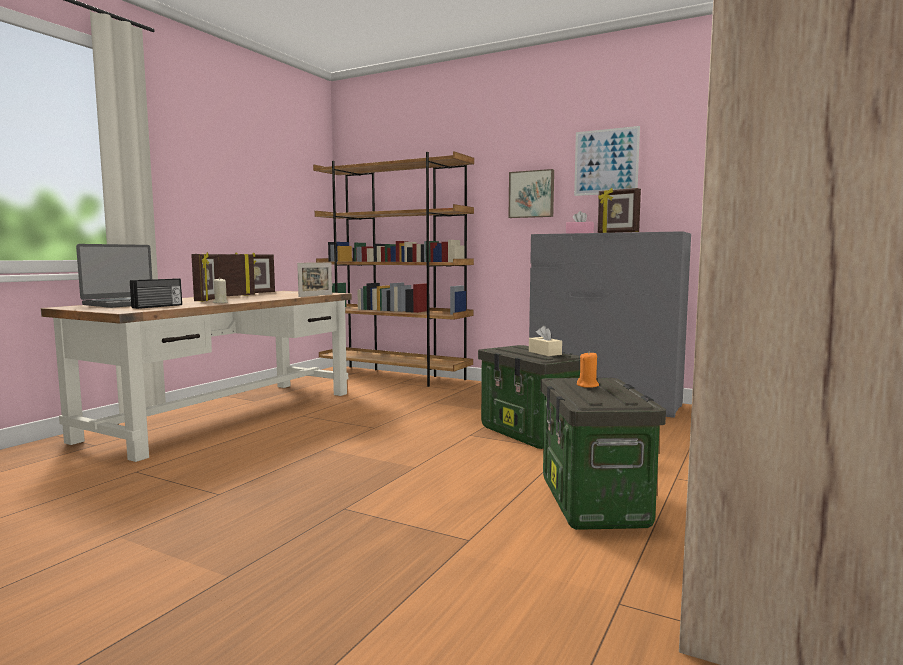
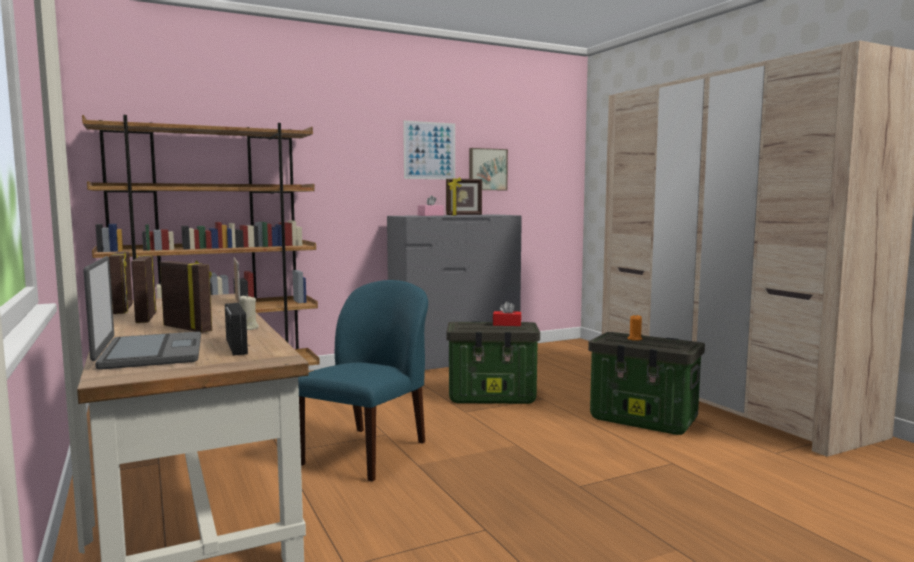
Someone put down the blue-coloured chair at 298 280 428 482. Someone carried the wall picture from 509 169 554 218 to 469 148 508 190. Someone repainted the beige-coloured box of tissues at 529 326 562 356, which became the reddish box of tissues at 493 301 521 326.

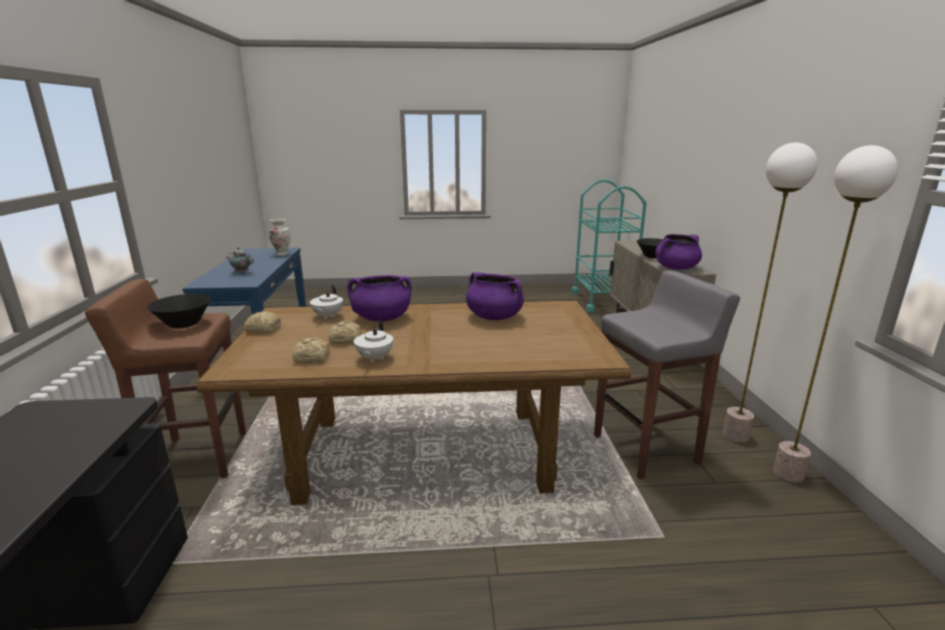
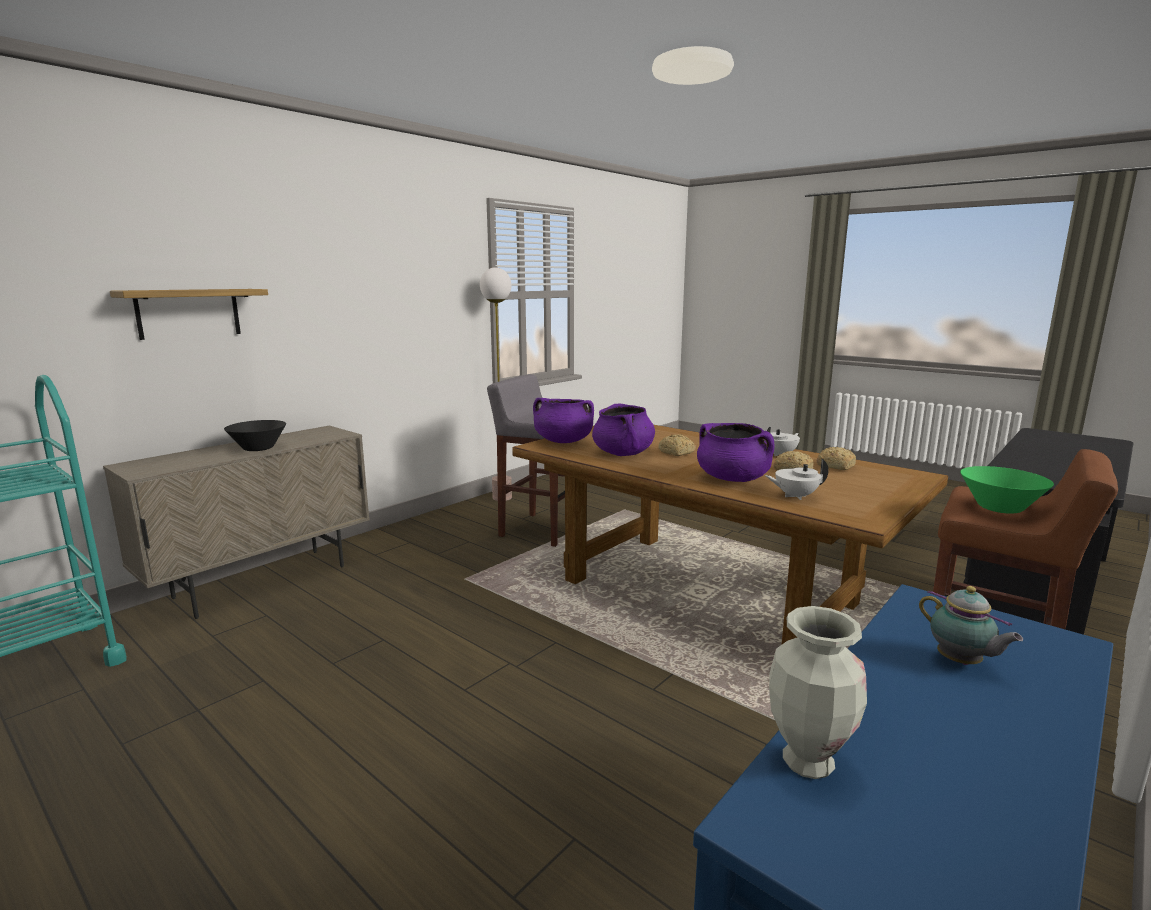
Someone took away the standard lamp at 722 142 818 443. Someone put up the bracket shelf at 110 289 268 340. Someone carried the bread from 244 312 281 333 to 658 434 696 456. Someone carried the purple saucepot from 655 234 702 270 to 533 398 594 443. Someone repainted the black bowl at 147 294 211 328, which became the greenish bowl at 960 466 1054 514. Someone rotated the white-coloured pot for tea at 310 285 343 320 by 150 degrees counterclockwise.

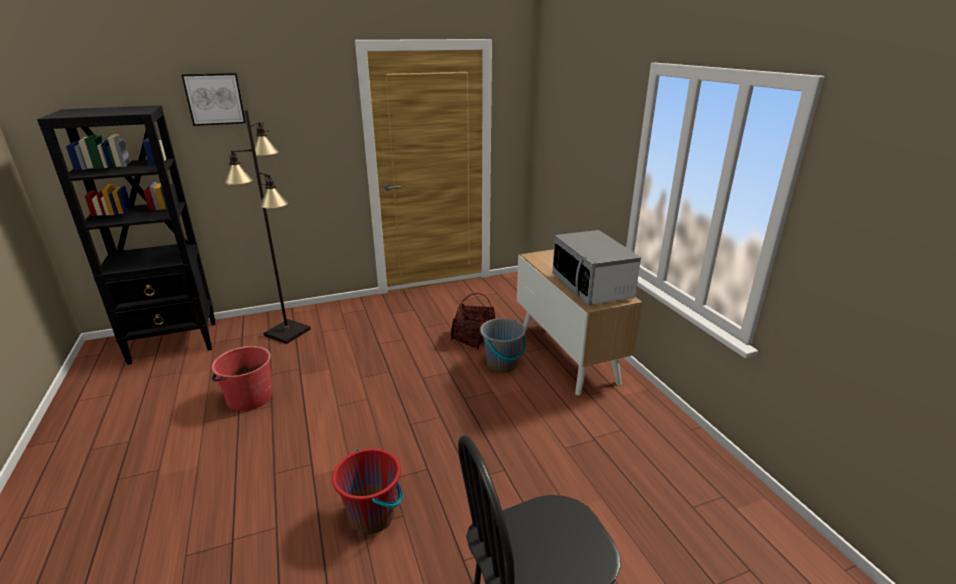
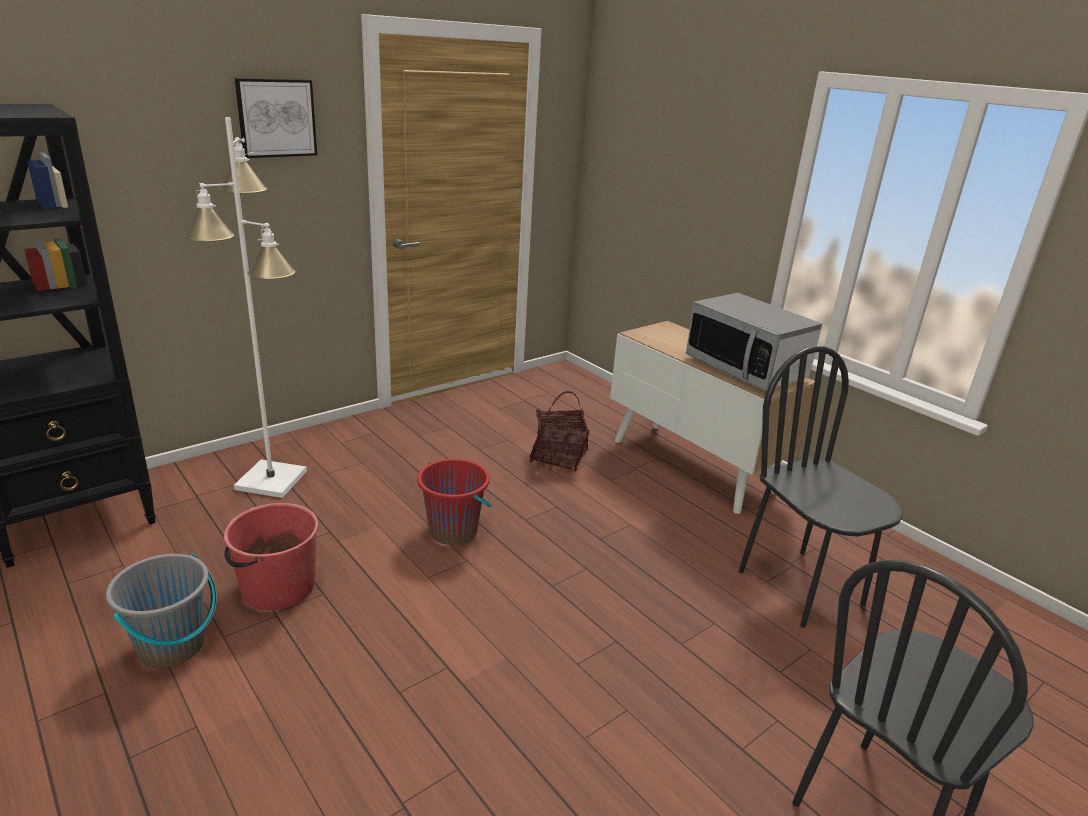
Someone put down the black chair at 739 346 903 628. Someone carried the wall picture from 182 73 246 126 to 234 78 317 158. Someone carried the reddish pail from 332 448 402 534 to 417 459 491 545. Someone carried the grey pail from 480 318 526 373 to 106 554 217 668. Someone repainted the black standard lamp at 223 110 311 344, which became the white-coloured standard lamp at 184 117 307 498.

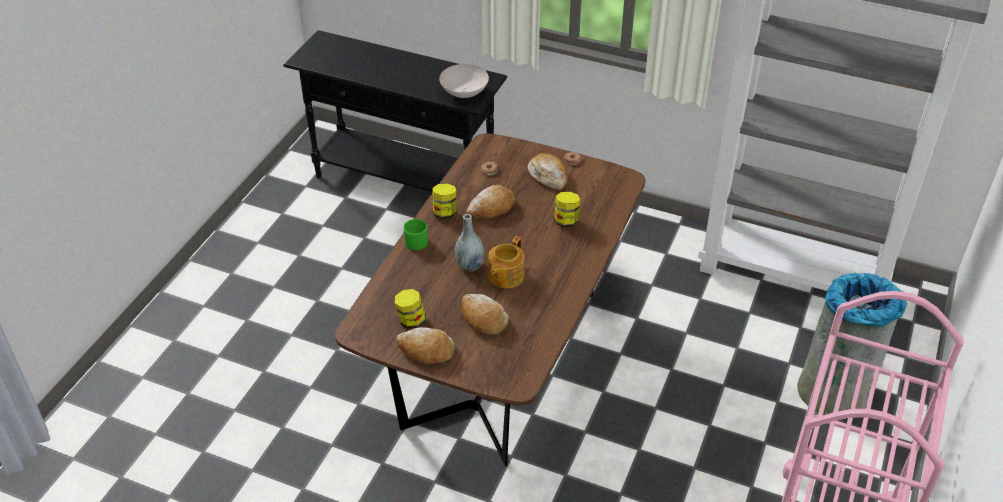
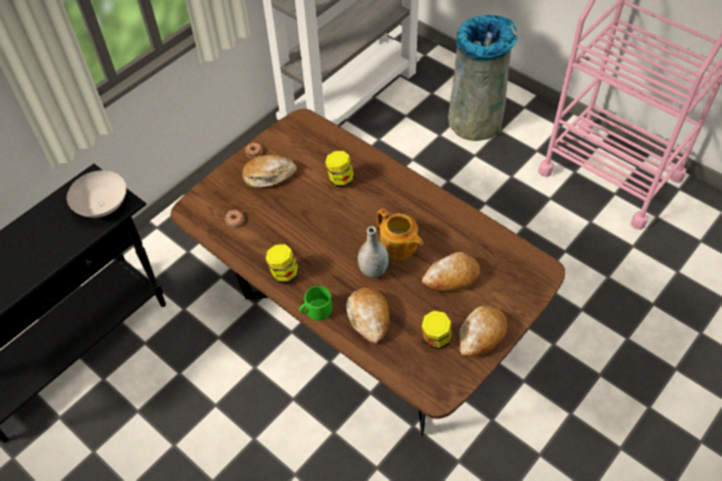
Someone carried the bread from 467 185 515 218 to 346 288 390 343.

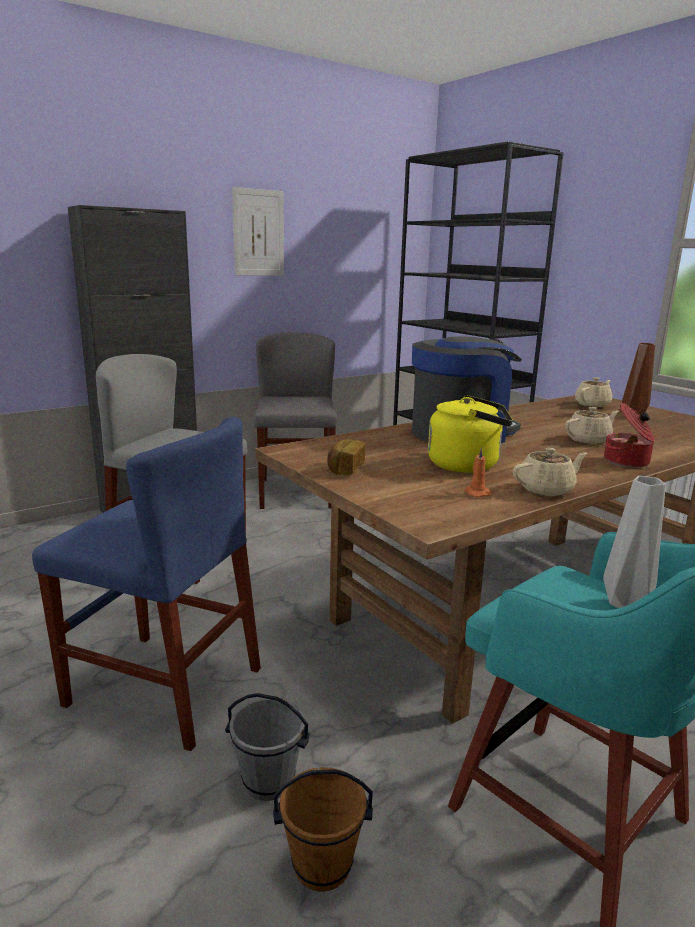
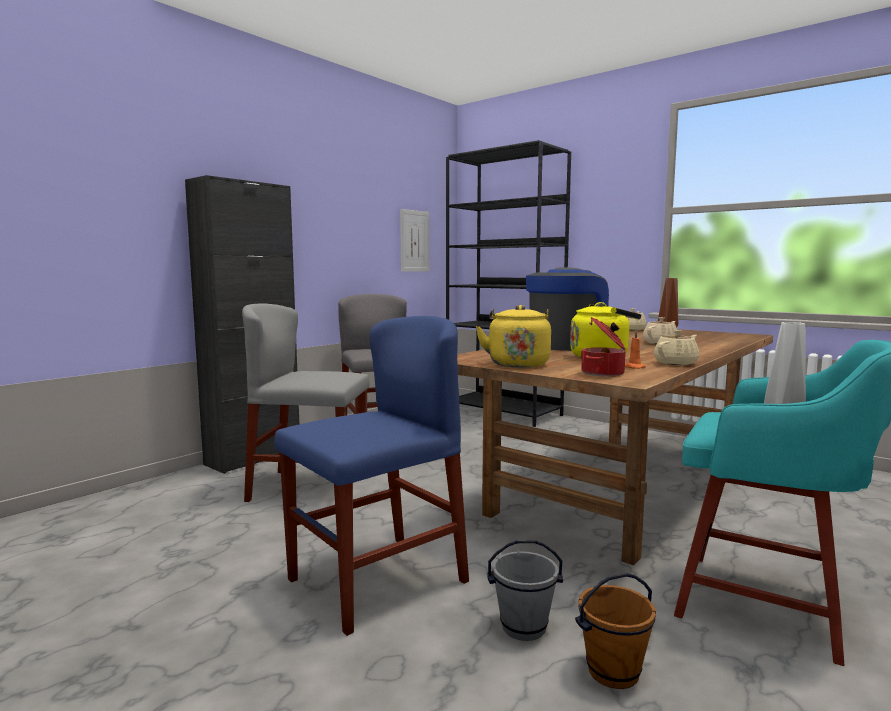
Someone carried the wall picture from 232 187 284 275 to 400 209 429 272. Someone carried the saucepot from 604 403 654 468 to 581 317 626 377. Someone swapped the bread at 327 439 365 475 for the yellow kettle at 476 305 551 368. Someone rotated the blue-coloured chair at 32 416 261 751 by 45 degrees counterclockwise.

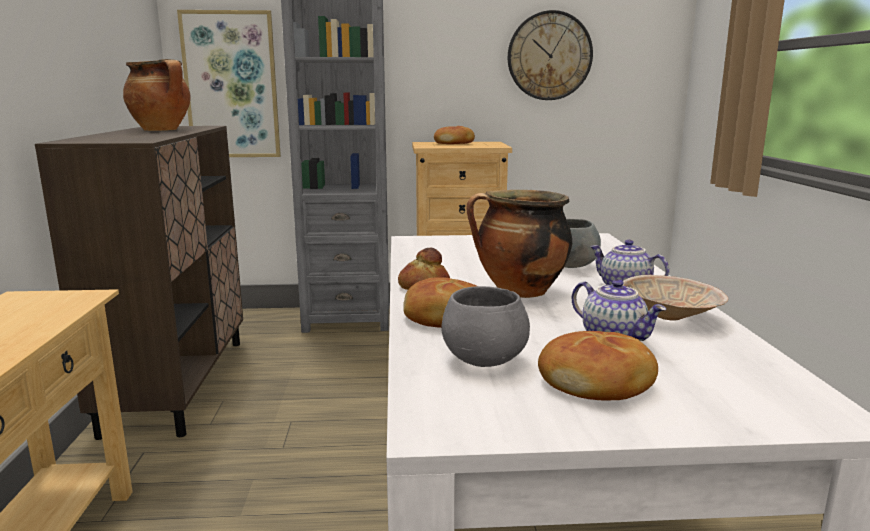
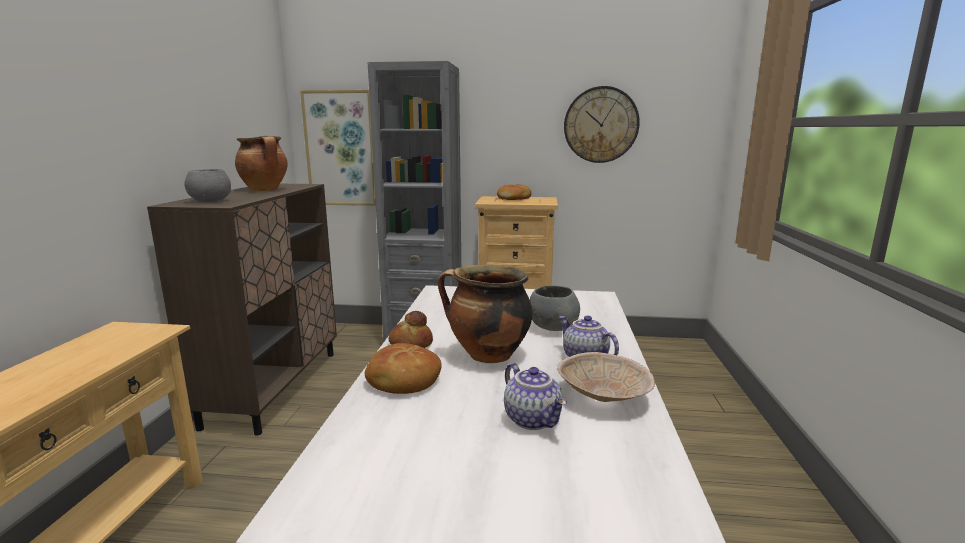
Someone took away the bread at 538 331 658 400. Someone carried the grey bowl from 441 286 530 367 to 184 169 231 202.

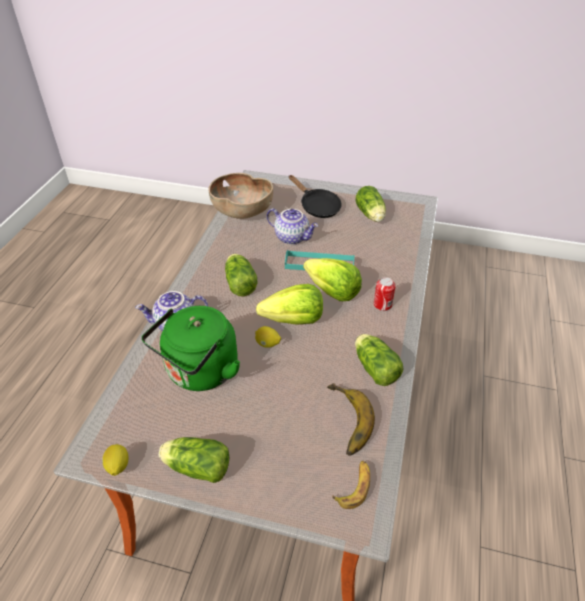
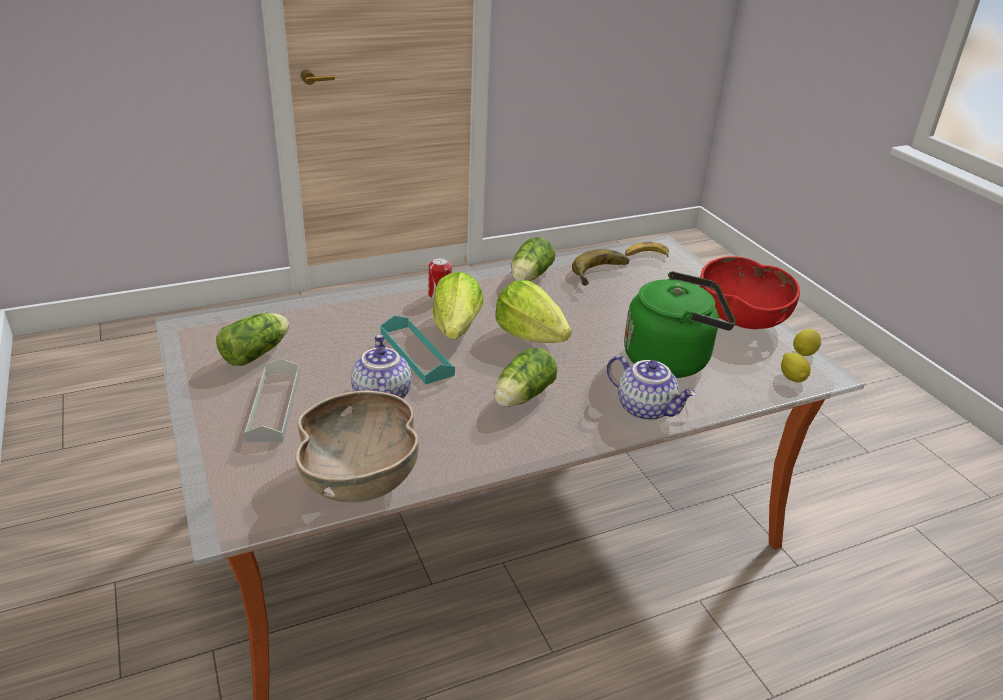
Someone carried the lemon from 255 326 281 348 to 781 353 811 383. Someone swapped the head of lettuce at 159 437 229 483 for the reddish bowl at 699 256 800 329. Someone swapped the black pan at 289 175 342 218 for the grey carrying tray at 244 358 300 443.

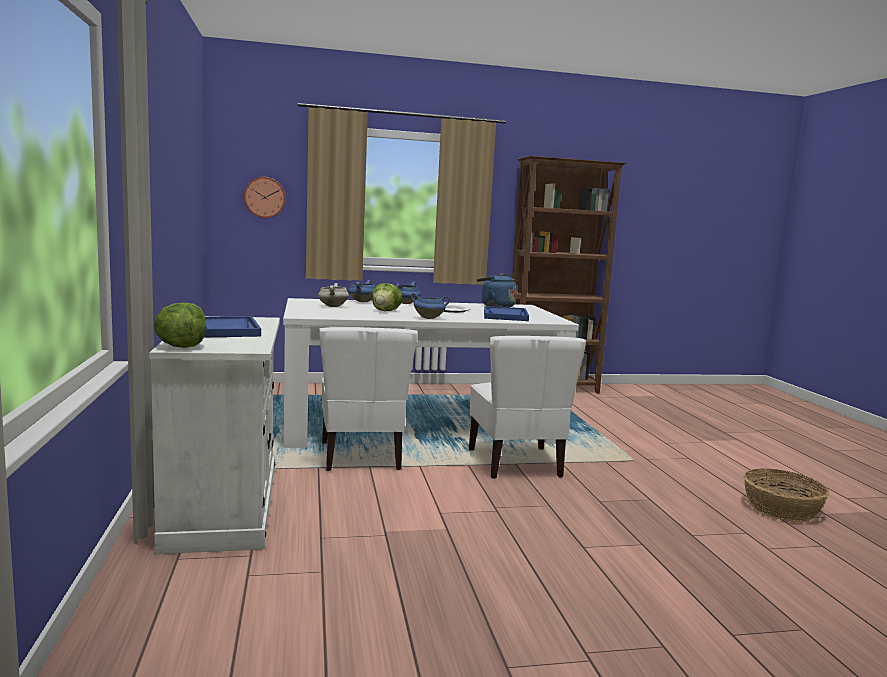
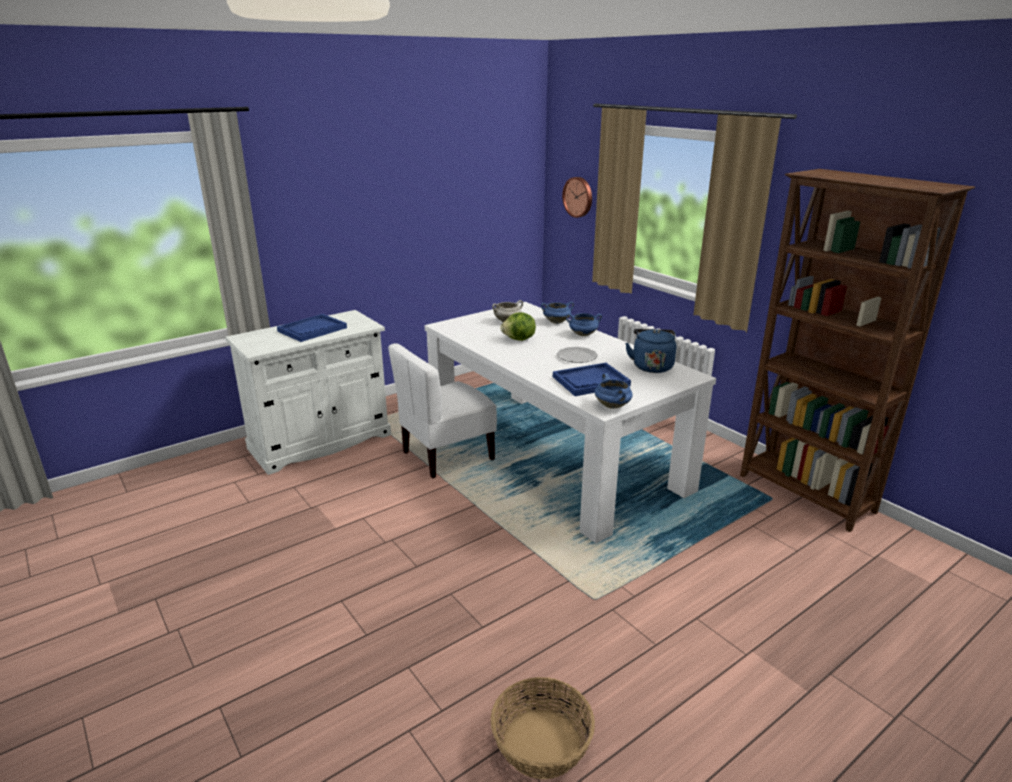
Someone took away the head of lettuce at 154 302 206 348. Someone took away the white-coloured chair at 469 336 586 479. Someone carried the blue-coloured saucepot from 411 293 450 319 to 595 373 633 409.

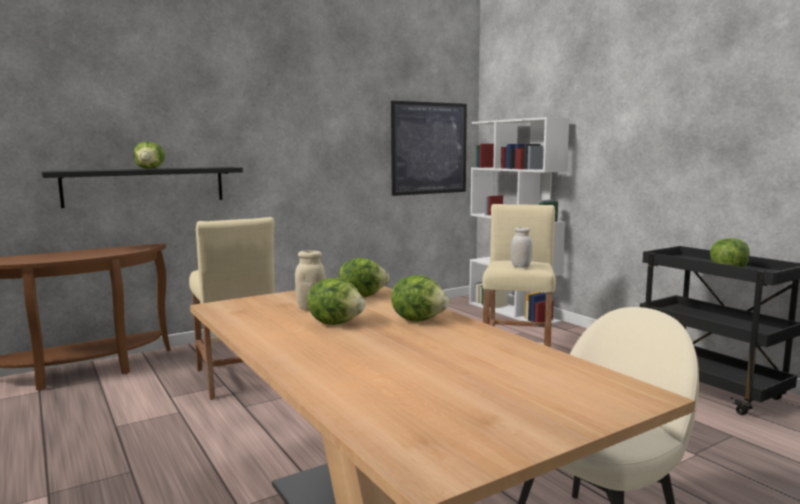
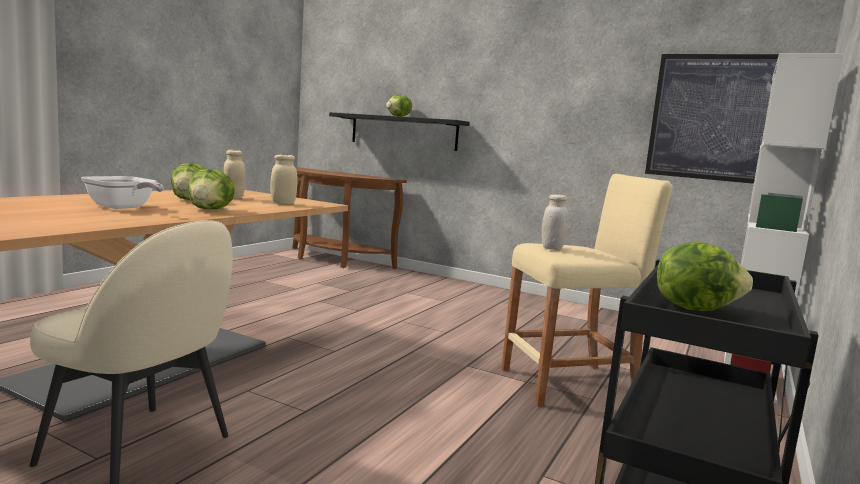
Someone took away the beige-coloured stool at 189 217 275 400. Someone put down the pan at 81 176 164 209. Someone swapped the head of lettuce at 339 258 390 297 for the beige-coloured storage jar at 270 155 298 204.

